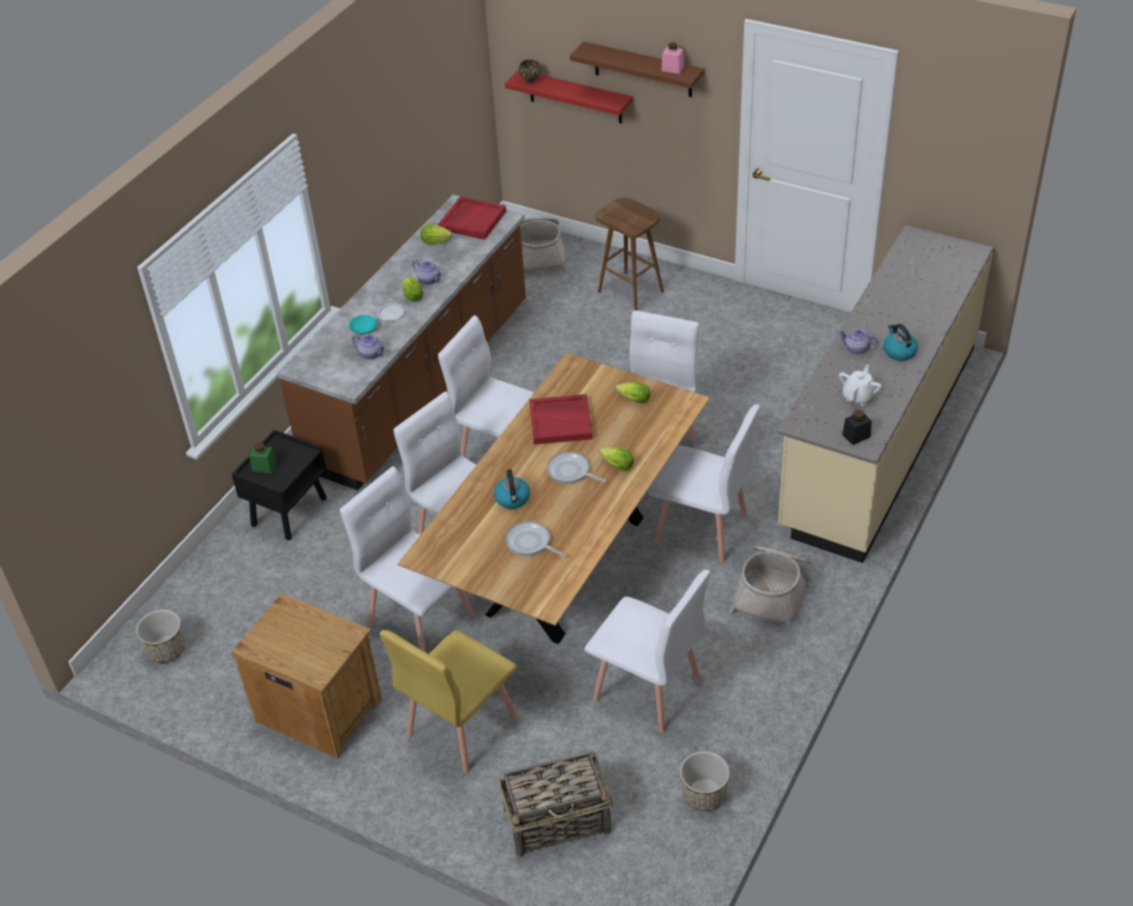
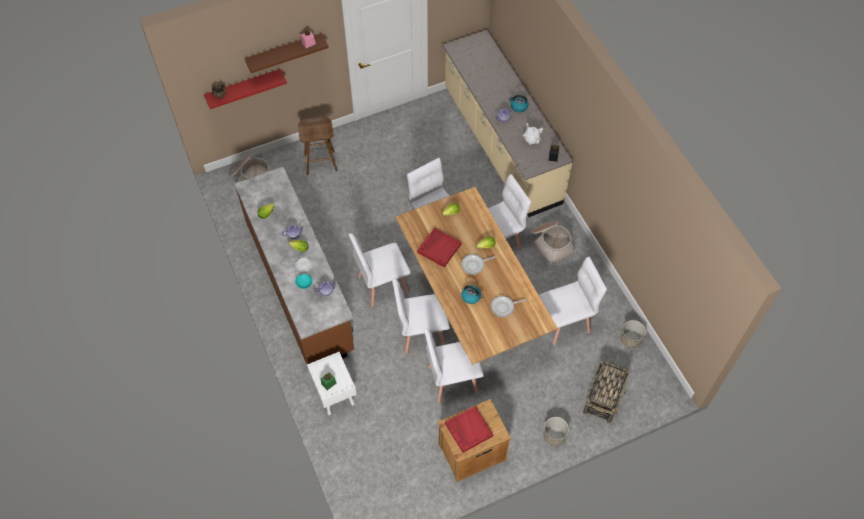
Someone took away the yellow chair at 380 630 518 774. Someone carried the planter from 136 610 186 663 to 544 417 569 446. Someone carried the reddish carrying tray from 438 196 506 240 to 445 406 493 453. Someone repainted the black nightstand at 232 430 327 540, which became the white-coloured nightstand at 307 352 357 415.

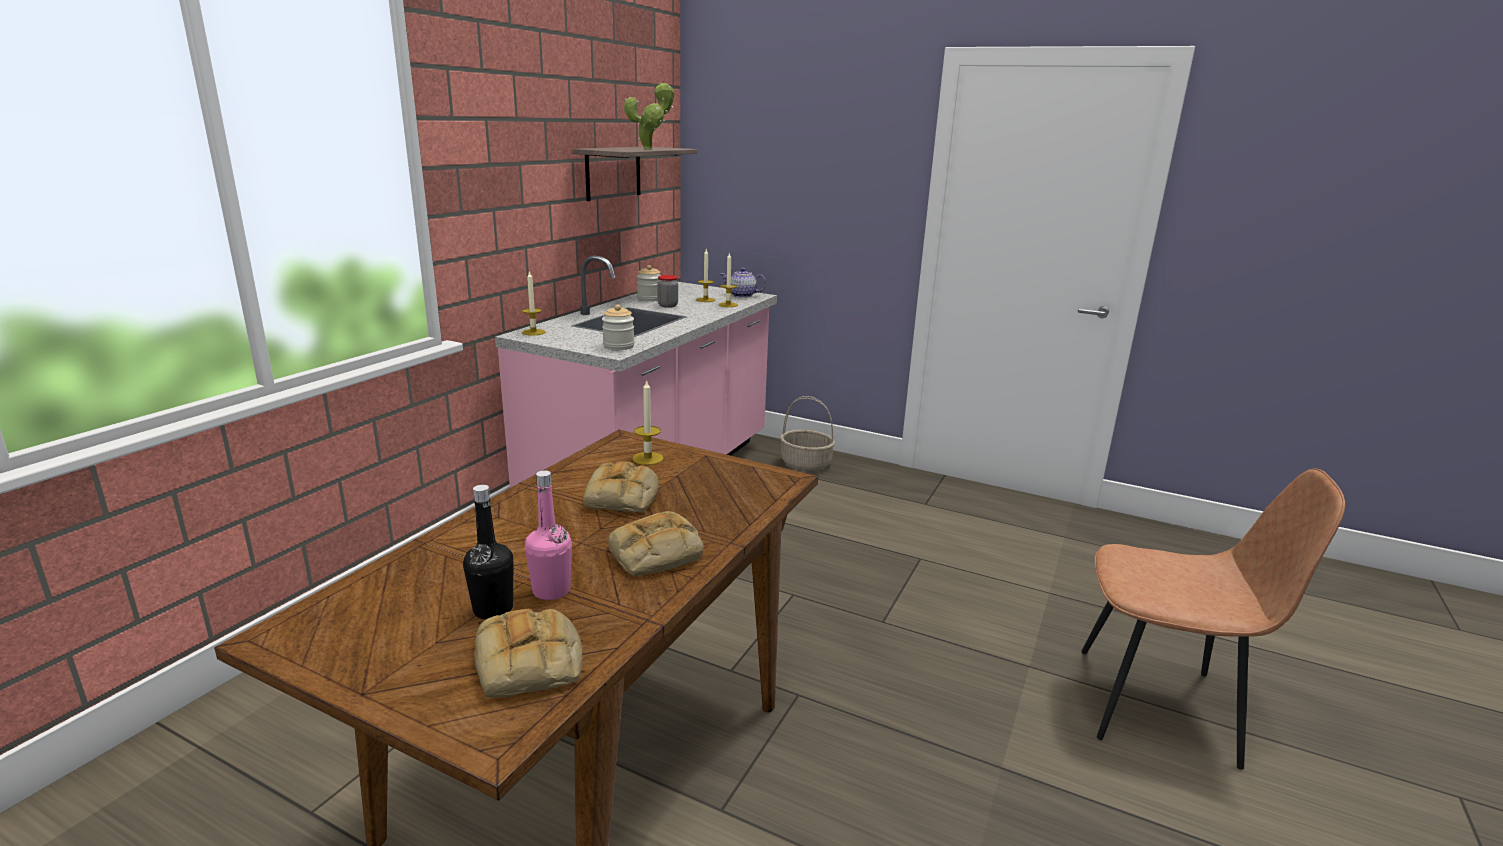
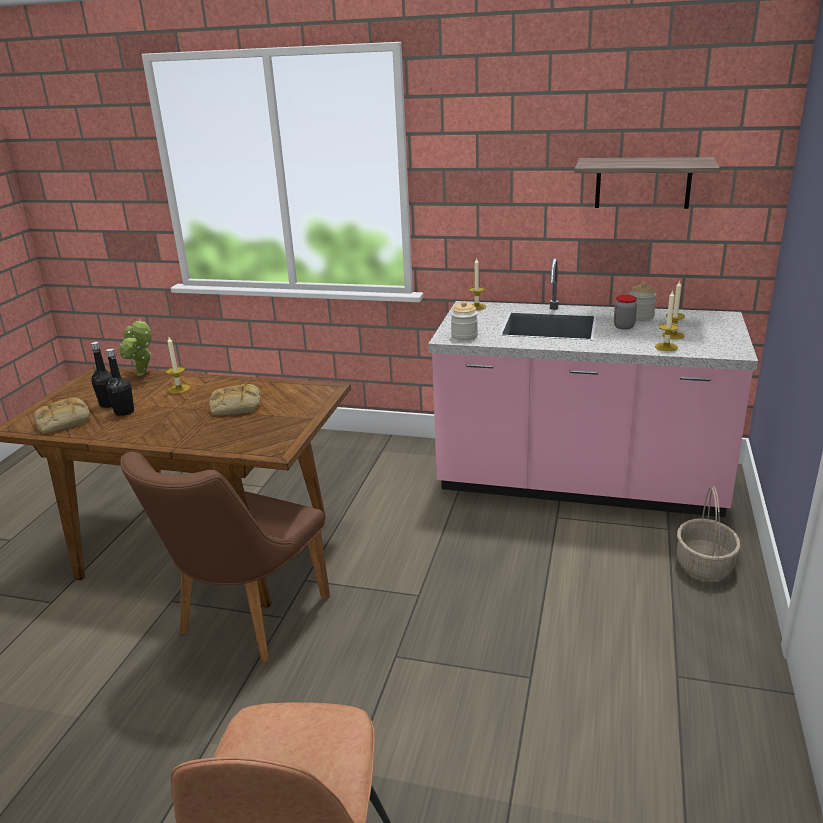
Someone took away the bread at 608 511 704 576. Someone took away the pot for tea at 720 268 766 298. Someone put down the brown-coloured chair at 120 452 330 663. Someone carried the potted plant from 624 82 674 150 to 119 319 151 376. Someone carried the candle from 632 379 664 465 to 166 337 190 394. Someone repainted the pink drink bottle at 525 470 572 600, which became the black drink bottle at 106 348 134 416.

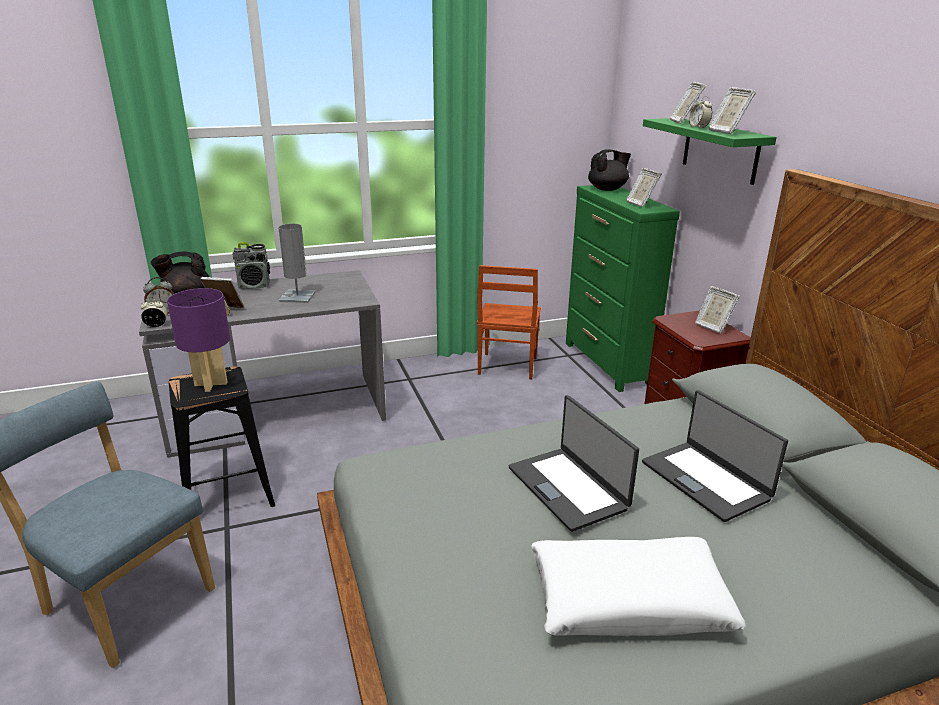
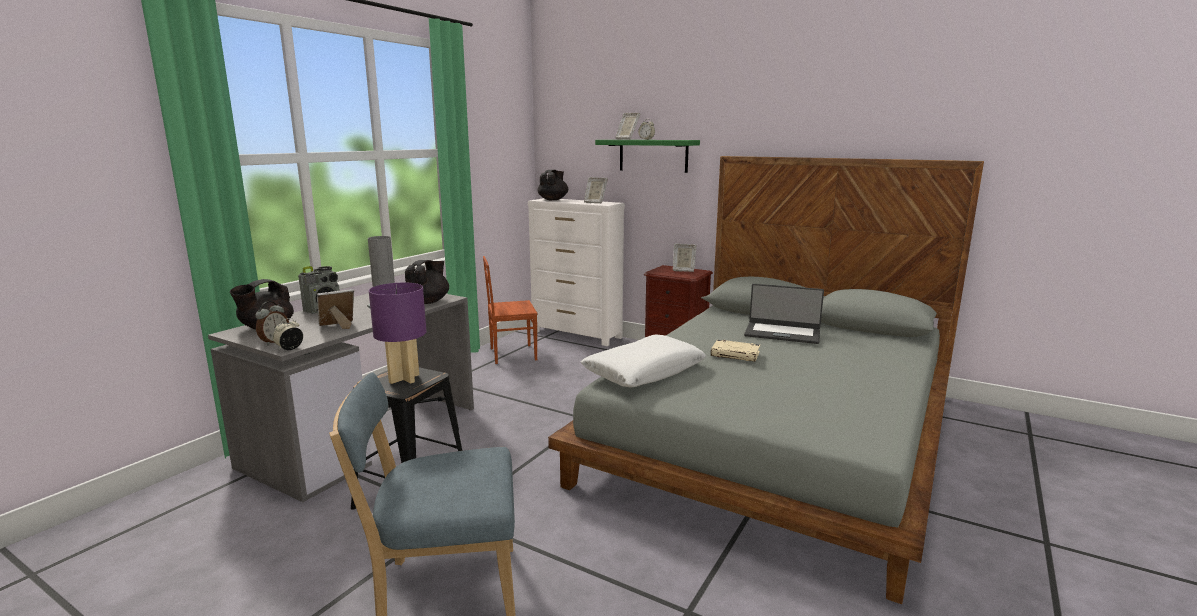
Someone took away the picture frame at 708 87 757 134. Someone put down the black pot for tea at 405 260 449 304. Someone carried the white-coloured throw pillow from 531 537 746 636 to 581 334 707 388. Someone swapped the laptop at 509 395 639 532 for the beige-coloured bound book at 711 339 760 362. Someone repainted the greenish dresser at 566 185 680 392, which became the white-coloured dresser at 528 198 625 346. Someone rotated the brown-coloured chair at 477 265 541 379 by 105 degrees clockwise.

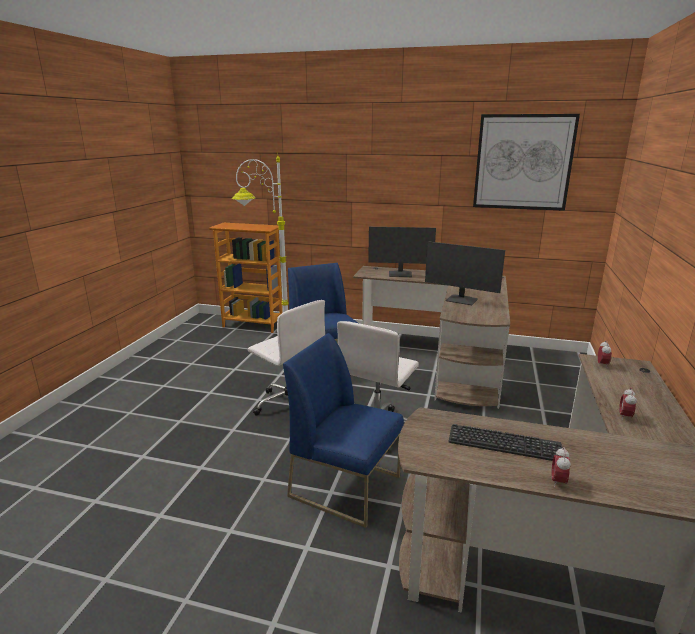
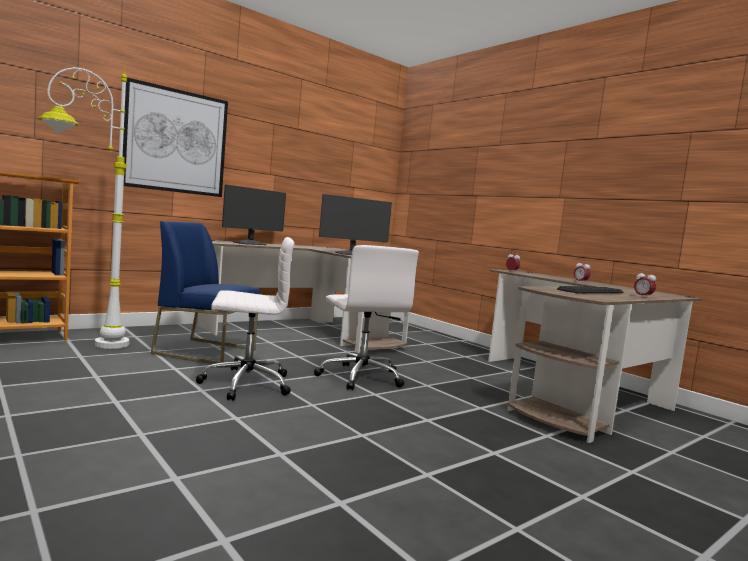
Someone took away the blue-coloured chair at 283 333 404 528. Someone carried the wall picture from 473 114 580 211 to 123 77 228 197.

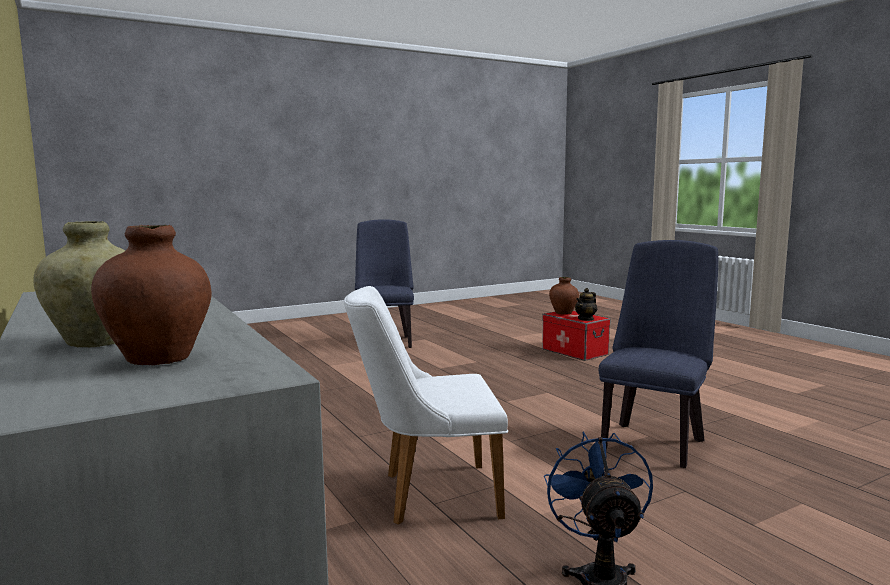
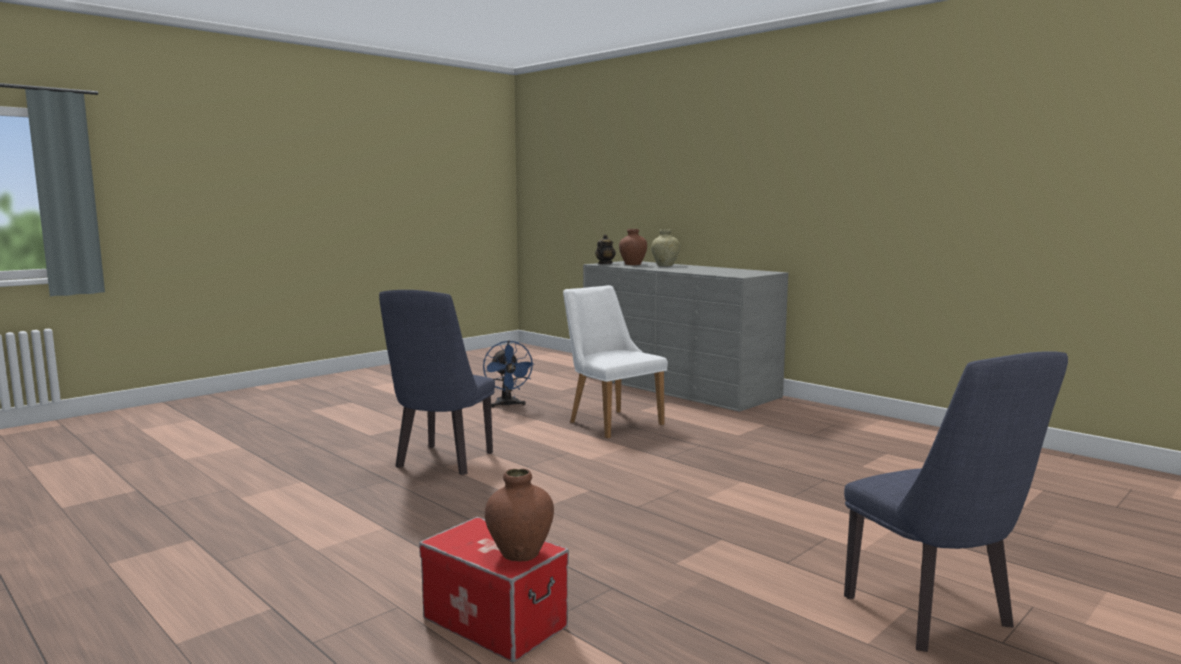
Someone carried the pot for tea from 575 288 597 321 to 595 235 616 264. Someone rotated the white-coloured chair at 344 286 508 525 by 105 degrees counterclockwise.

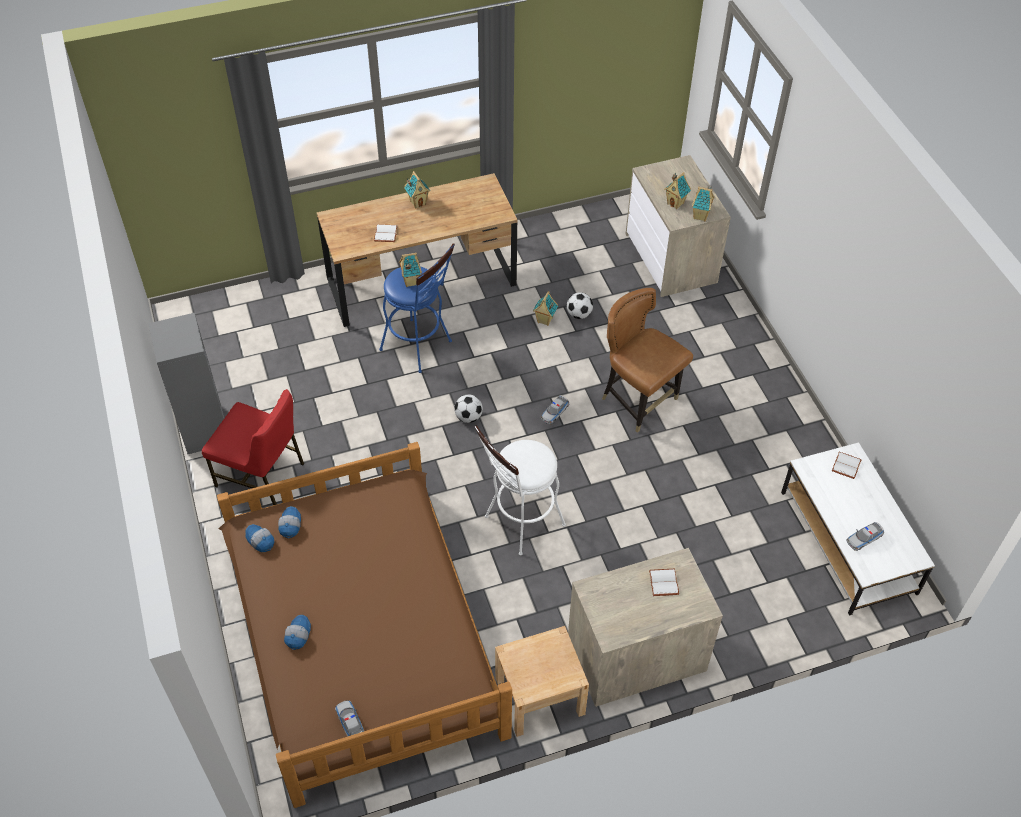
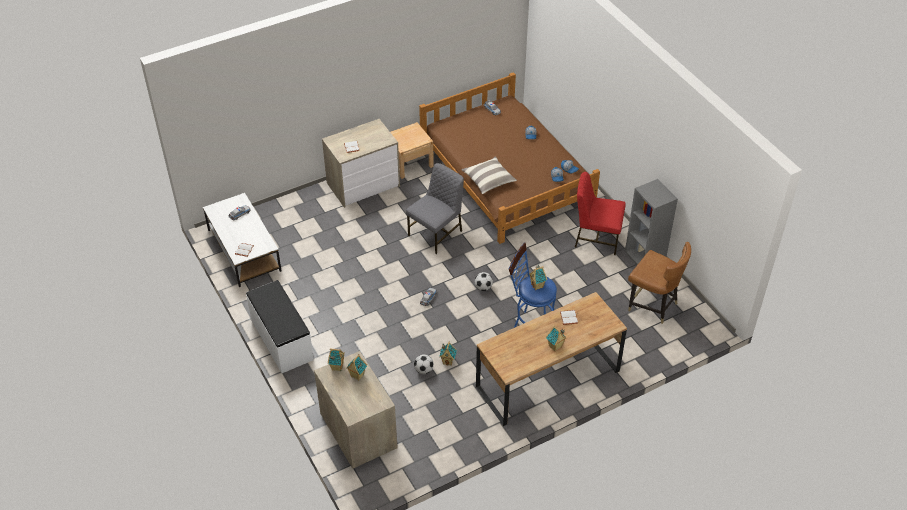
Someone put down the white-coloured indoor bench at 246 280 314 373. Someone put down the throw pillow at 461 156 517 194. Someone carried the brown-coloured chair from 602 288 693 433 to 628 242 691 324. Someone swapped the white-coloured stool at 474 426 566 555 for the grey chair at 406 163 464 254.

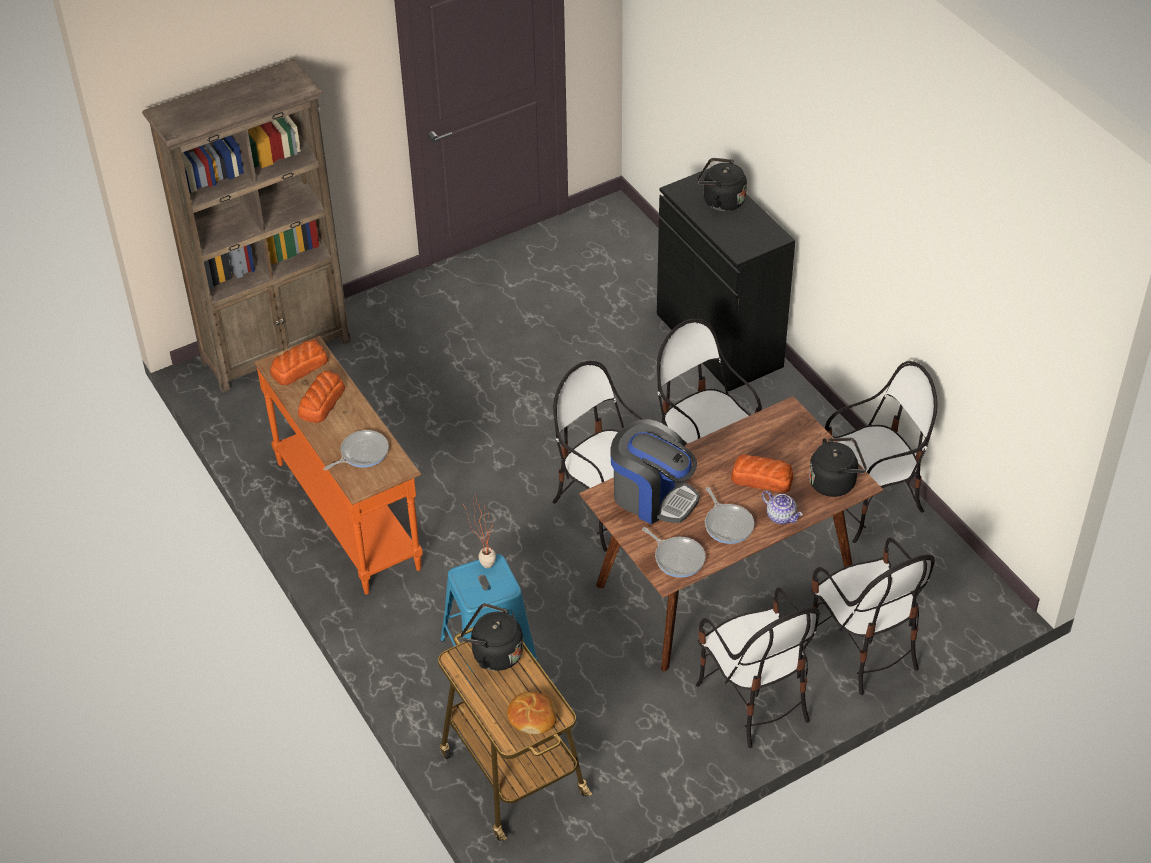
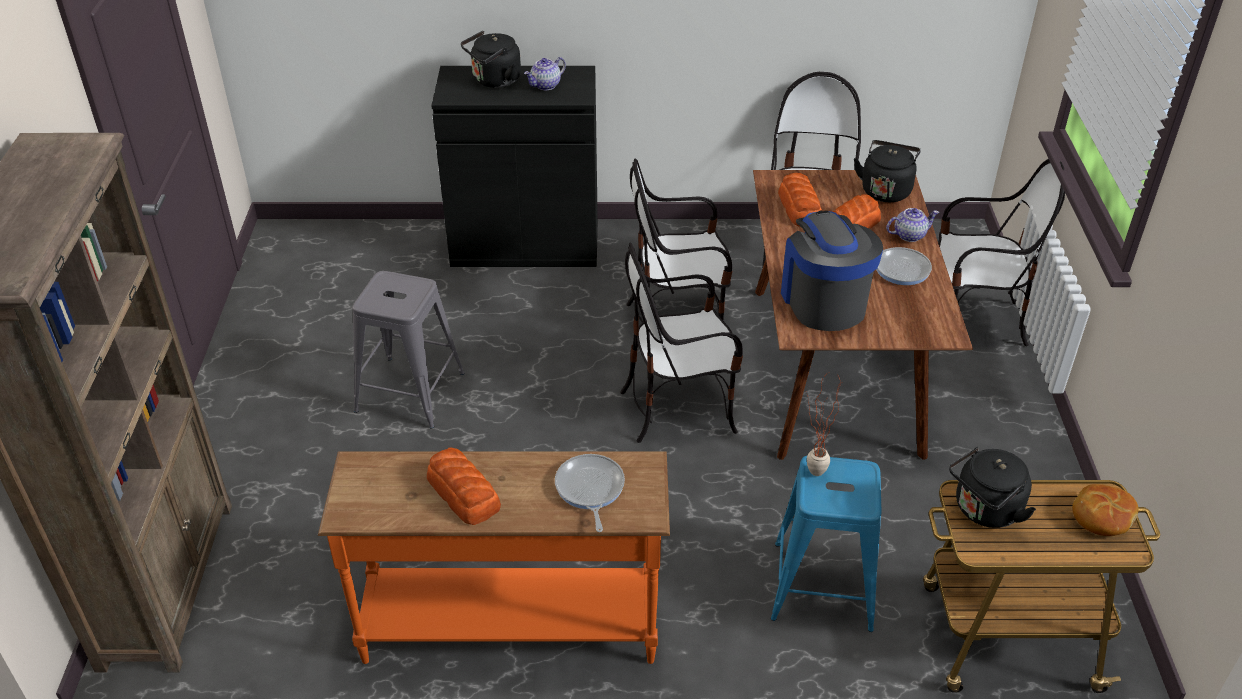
Someone took away the pan at 642 527 705 578. Someone took away the chair at 696 587 820 748. Someone put down the grey stool at 352 271 464 429. Someone put down the pot for tea at 524 57 566 90. Someone carried the bread from 270 339 328 385 to 778 173 822 226. Someone rotated the coffee machine at 610 419 700 524 by 75 degrees counterclockwise.

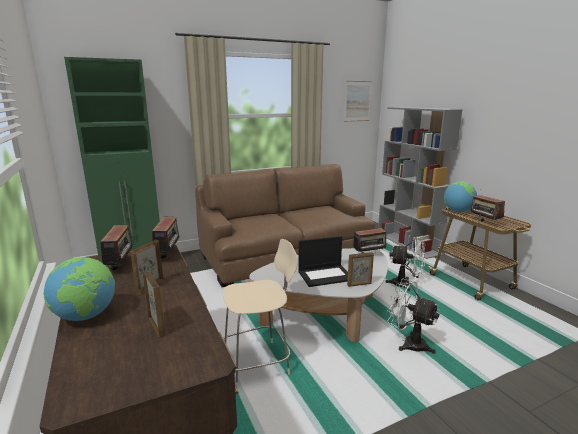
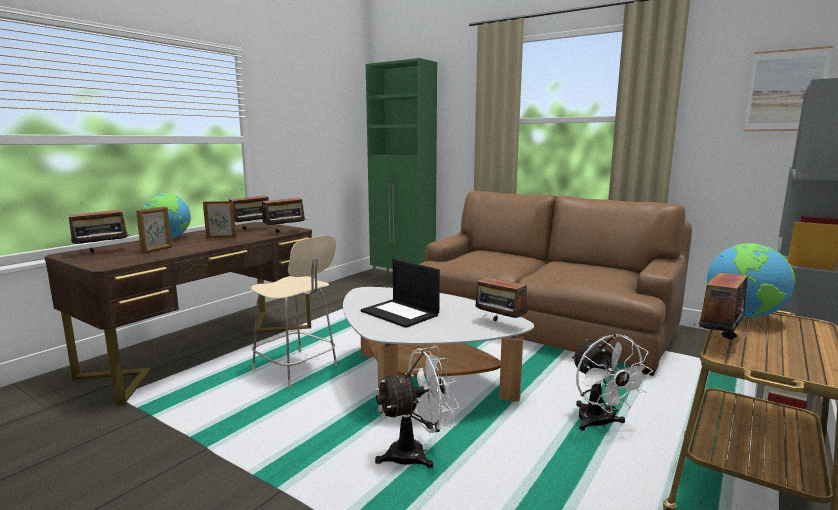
Someone took away the picture frame at 347 252 374 287. Someone put down the radio receiver at 68 210 131 253. Someone rotated the white-coloured cooling fan at 387 279 439 354 by 60 degrees clockwise.

